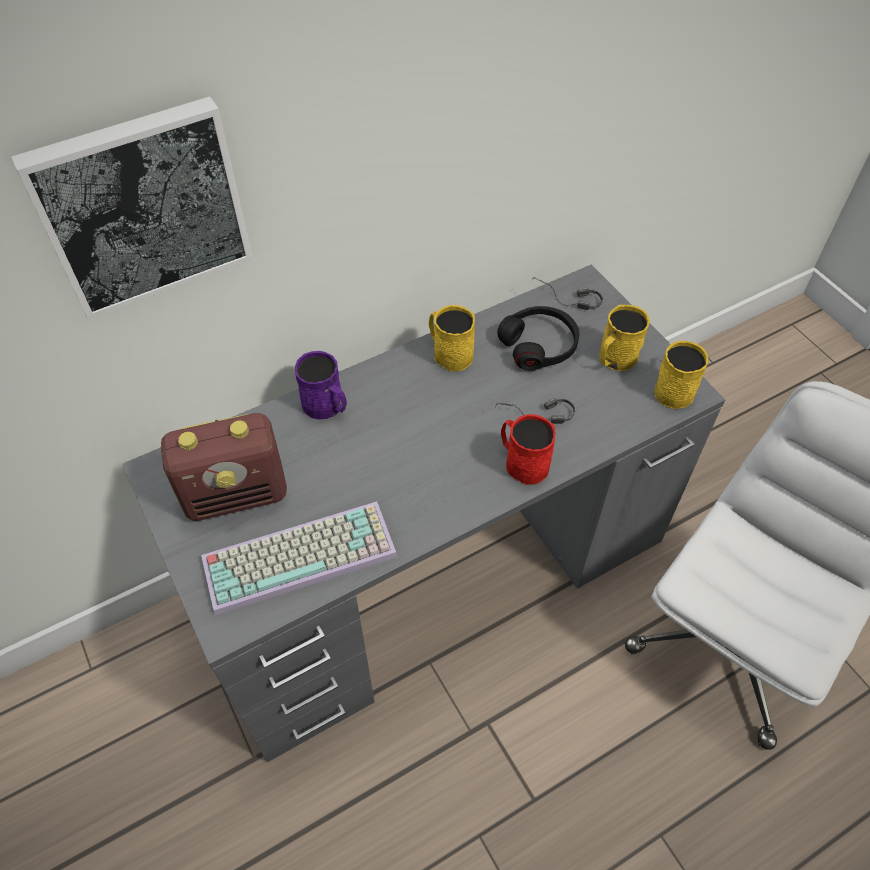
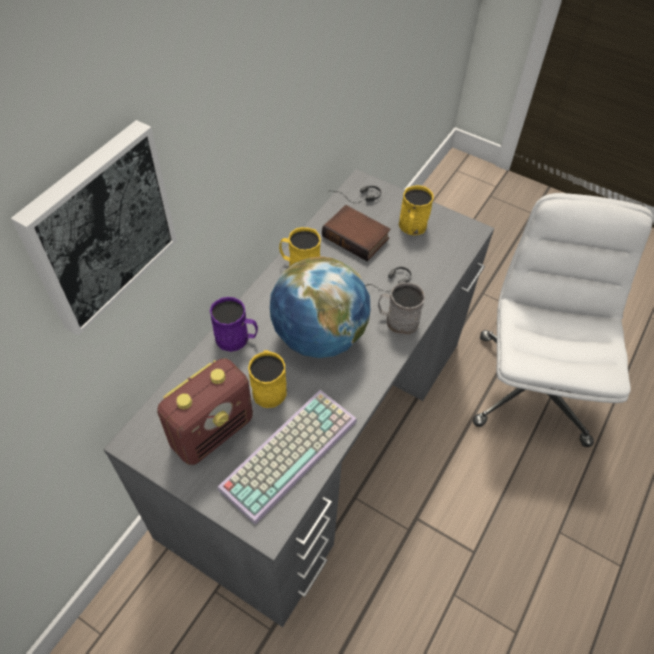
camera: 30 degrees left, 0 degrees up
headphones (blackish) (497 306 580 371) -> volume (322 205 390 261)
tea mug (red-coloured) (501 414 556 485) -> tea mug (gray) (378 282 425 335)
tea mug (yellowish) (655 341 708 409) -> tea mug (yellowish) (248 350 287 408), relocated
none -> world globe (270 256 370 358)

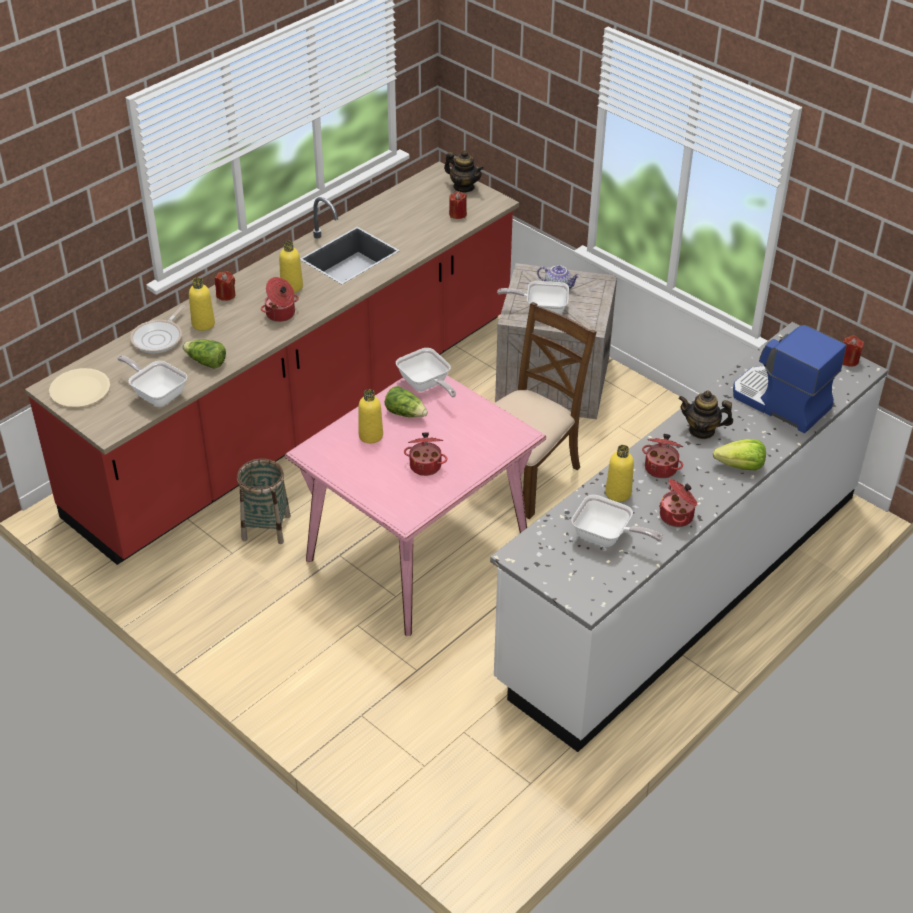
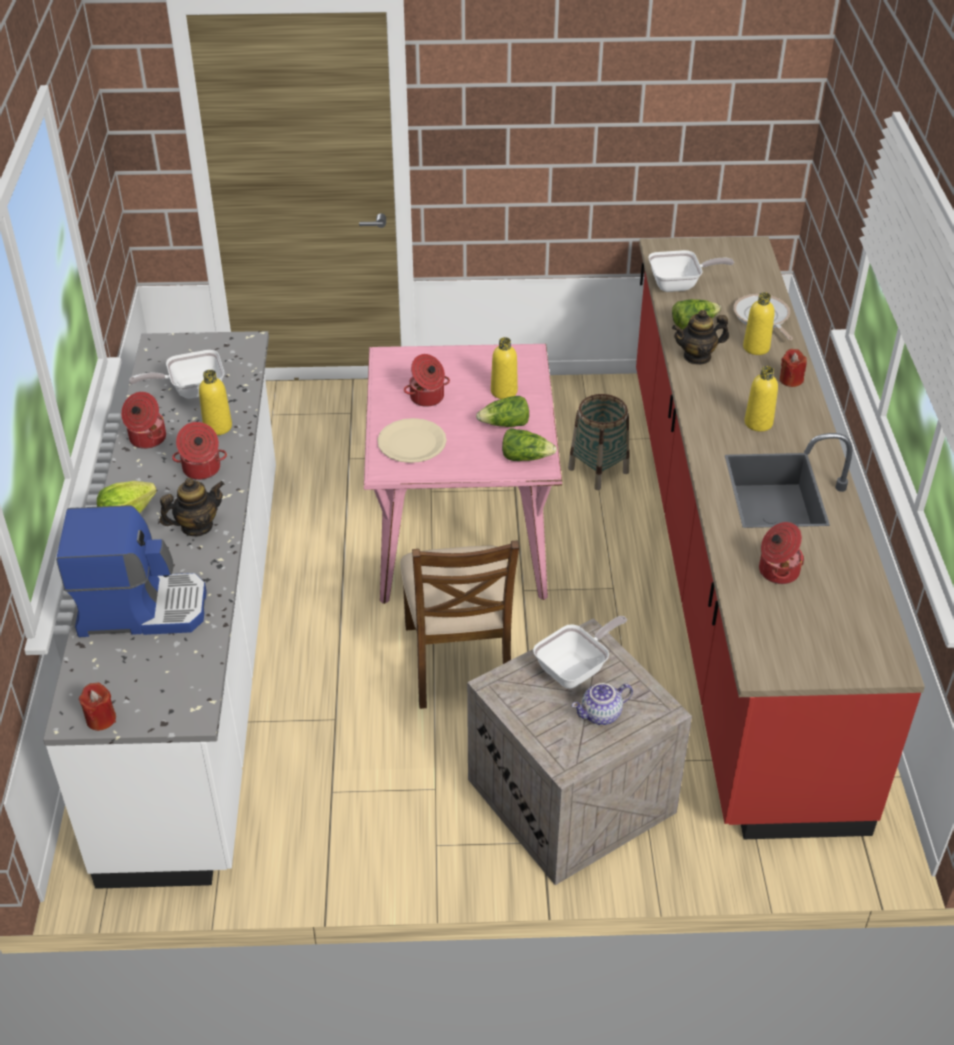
camera: 135 degrees right, 0 degrees up
dinner plate (beige-coloured) (49 368 110 407) -> dinner plate (beige-coloured) (377 418 447 463), relocated
stockpot (261 277 299 322) -> stockpot (759 522 804 584), relocated
frying pan (396 348 456 397) -> lettuce head (502 428 557 461)
tea pot (444 150 484 192) -> tea pot (672 310 729 365), relocated
wax light (red-coloured) (449 191 467 219) -> none

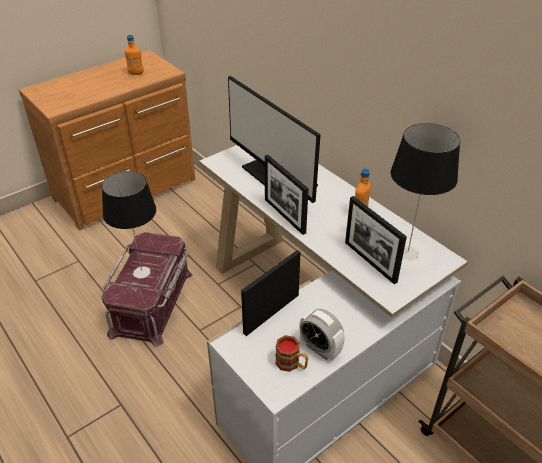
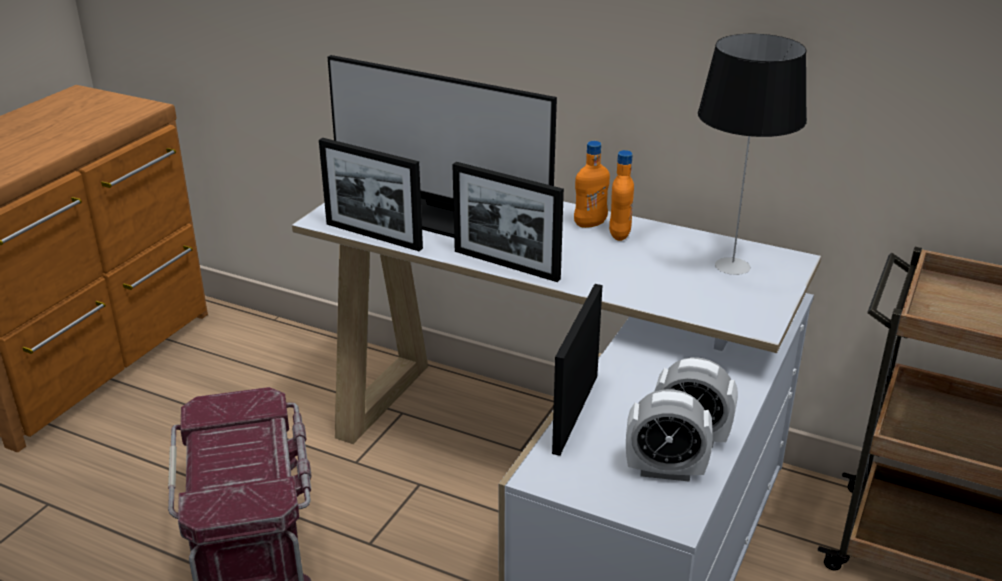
camera: 25 degrees left, 10 degrees down
tabletop lamp (102 171 156 279) -> none
bottle (orangey) (124 35 144 75) -> bottle (orangey) (574 141 610 228), relocated
tea mug (275 335 308 372) -> table clock (626 389 713 482)
picture frame (345 196 407 284) -> picture frame (319 138 423 251), relocated

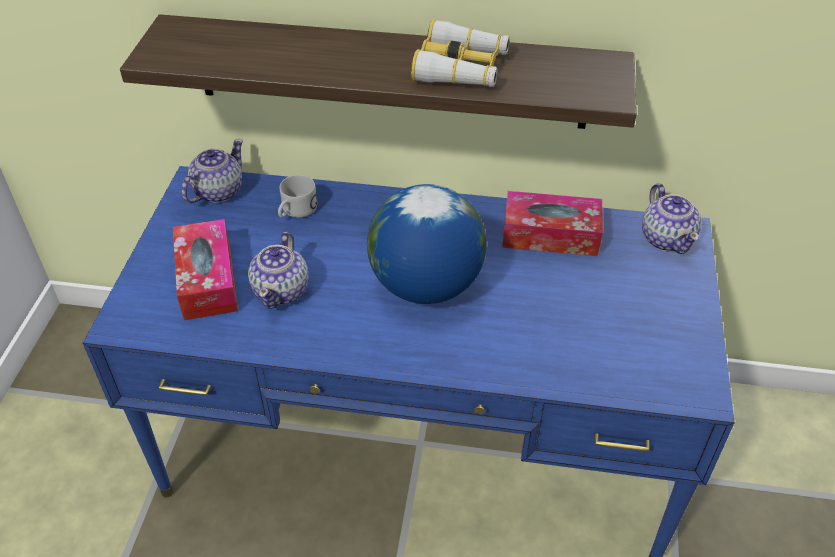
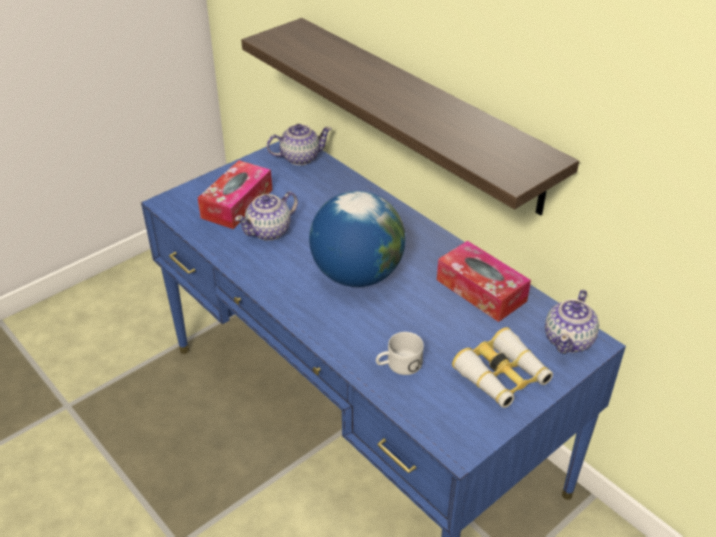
camera: 40 degrees right, 5 degrees down
tea mug (white-coloured) (278 175 317 218) -> tea mug (white-coloured) (376 332 424 375), relocated
field glasses (411 19 510 87) -> field glasses (452 327 553 408), relocated

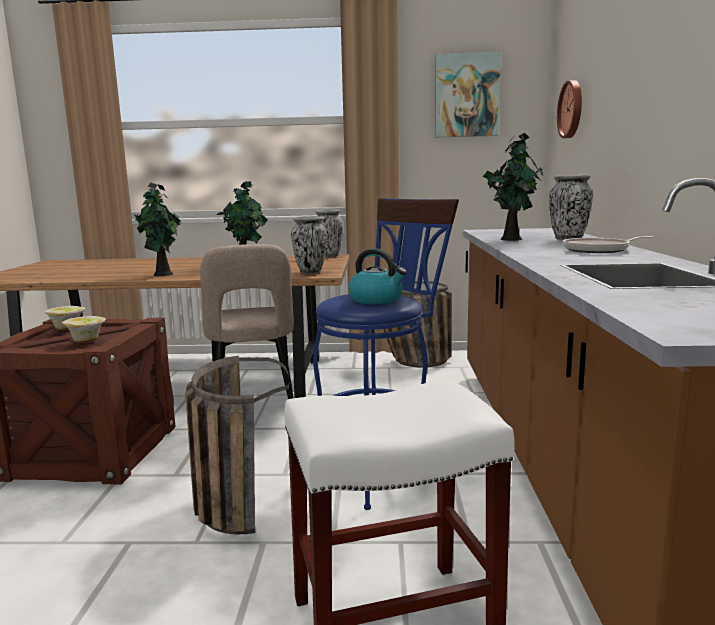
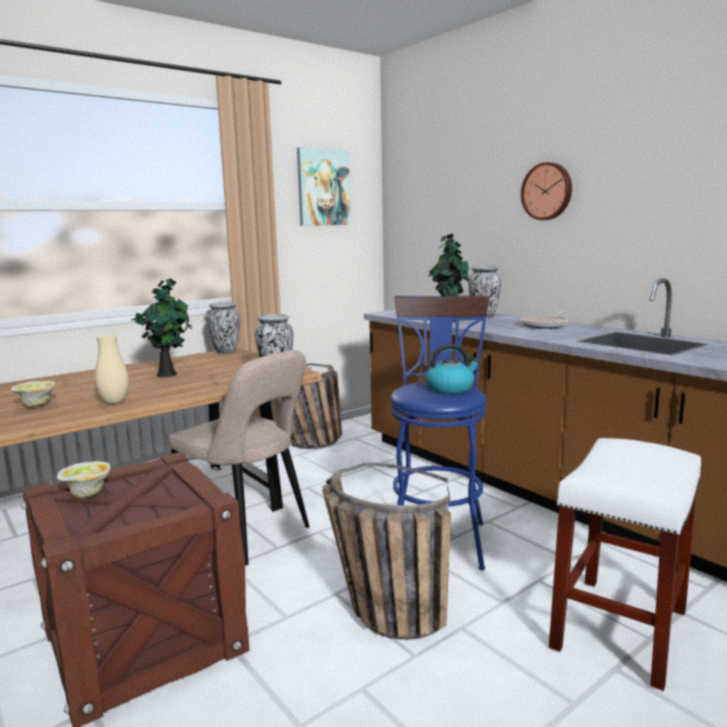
camera: 40 degrees left, 0 degrees up
bowl (62 316 106 343) -> bowl (11 381 56 408), relocated
houseplant (134 182 181 276) -> flower vase (beige-coloured) (95 334 129 404)
clock on the wall (557 80 582 138) -> clock on the wall (521 162 572 220), relocated

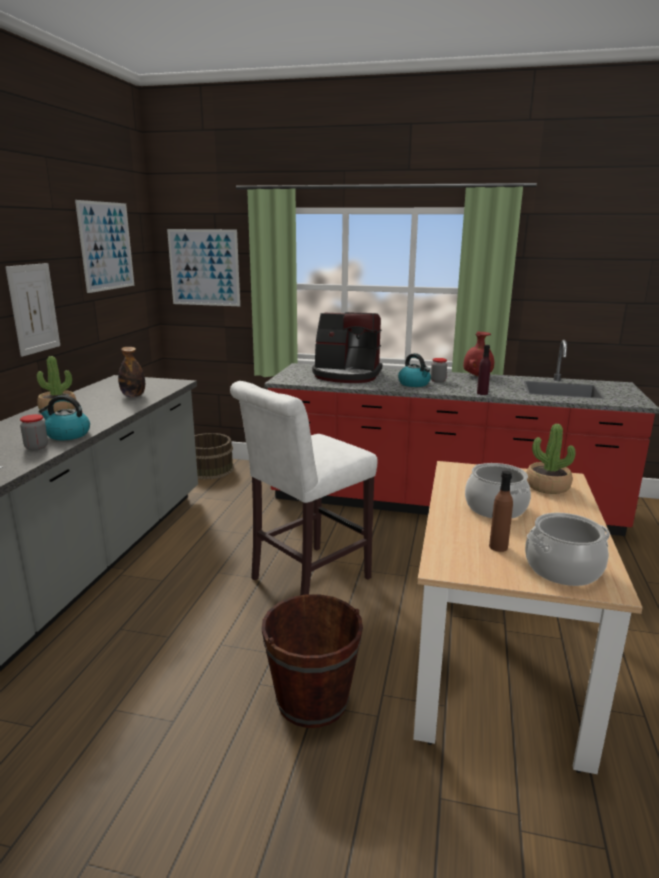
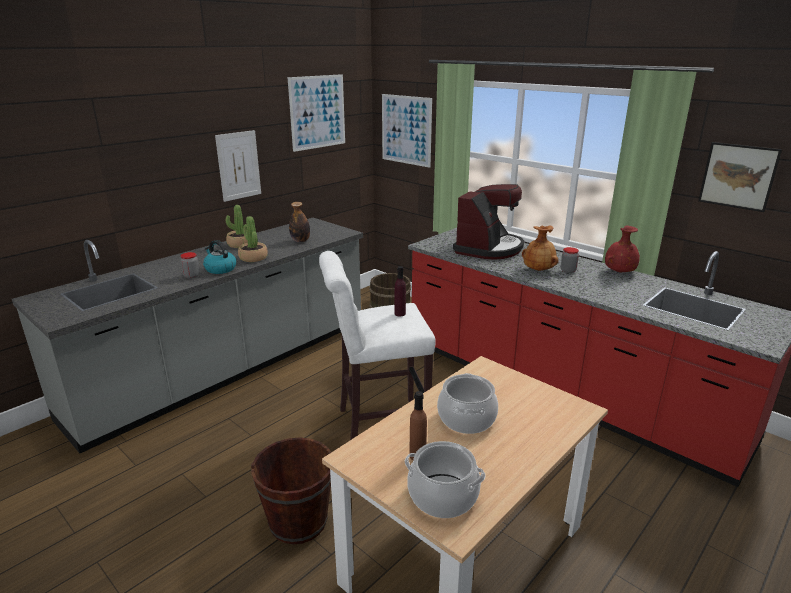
camera: 30 degrees right, 5 degrees up
coffee machine (312 312 383 383) -> coffee machine (453 184 524 260), 105 degrees counterclockwise
tea kettle (398 353 431 387) -> flower vase (brown-coloured) (522 226 559 271)
bottle (purple) (477 345 491 395) -> bottle (purple) (394 266 406 316), relocated
houseplant (526 424 575 494) -> houseplant (238 216 268 262), relocated
none -> wall picture (698 142 782 212)

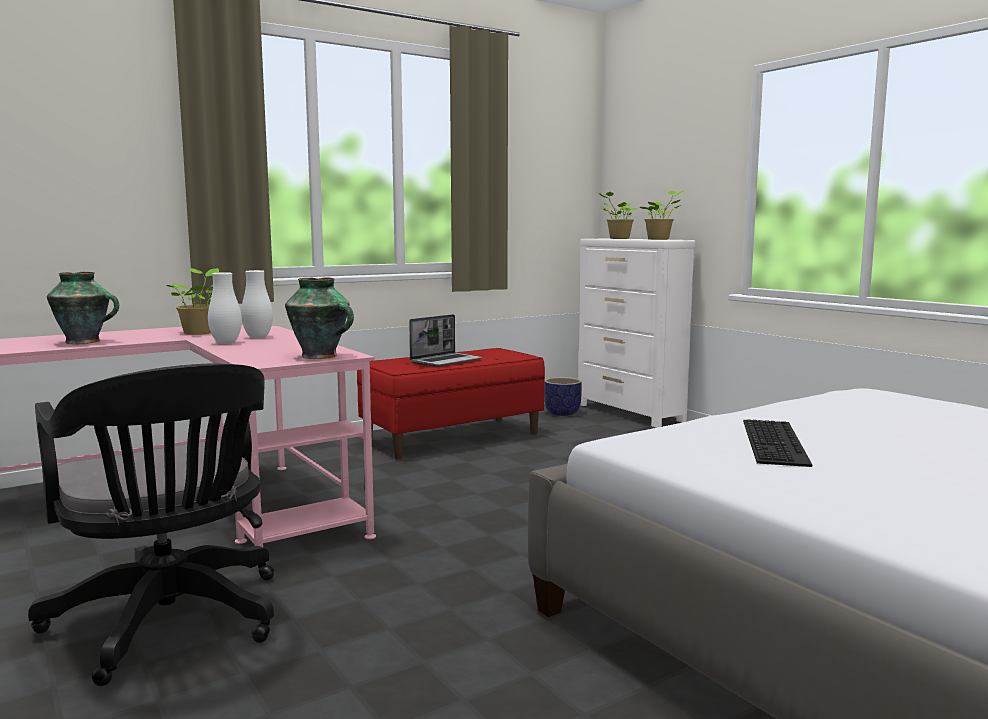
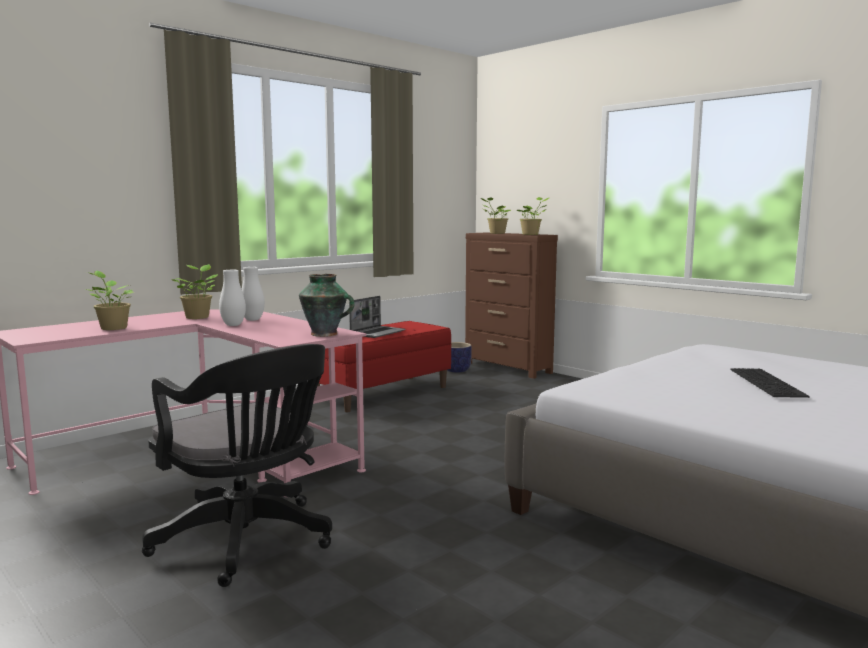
camera: 10 degrees left, 0 degrees up
flower vase (47 272 119 344) -> houseplant (85 271 134 330)
dresser (white-coloured) (578 238 695 428) -> dresser (brown-coloured) (465 233 558 379)
PC keyboard (743 419 812 467) -> PC keyboard (731 368 809 398), relocated

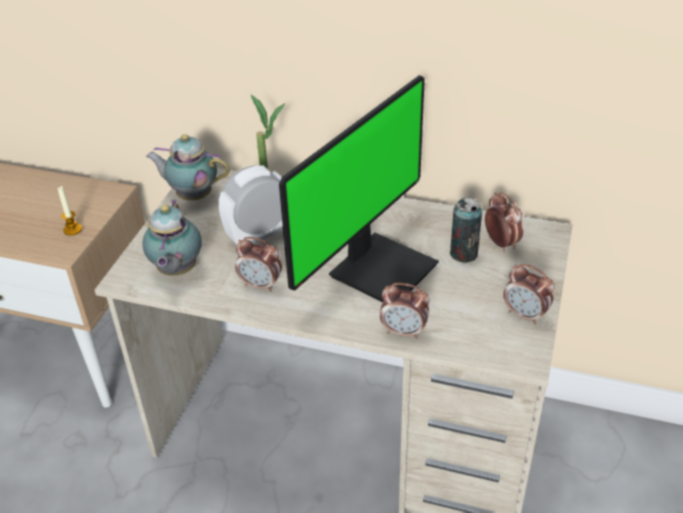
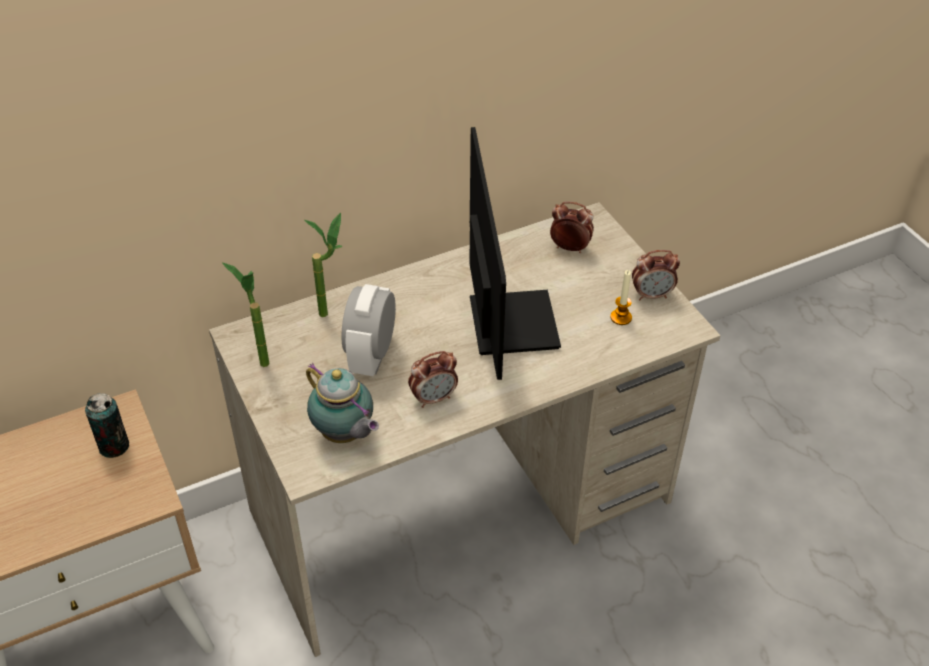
camera: 45 degrees left, 5 degrees up
wax light (58 186 82 236) -> wax light (610 270 632 325), relocated
tea pot (146 134 230 200) -> houseplant (222 262 270 367)
table clock (380 283 430 339) -> none
metal can (450 198 482 263) -> metal can (85 393 129 458), relocated

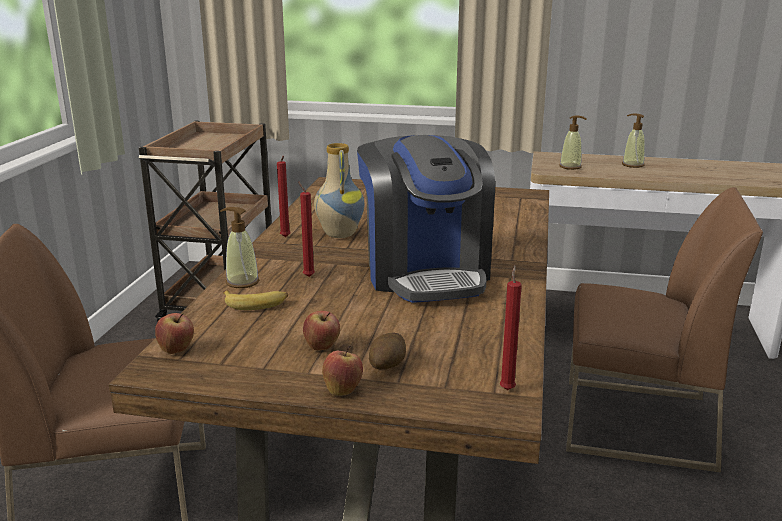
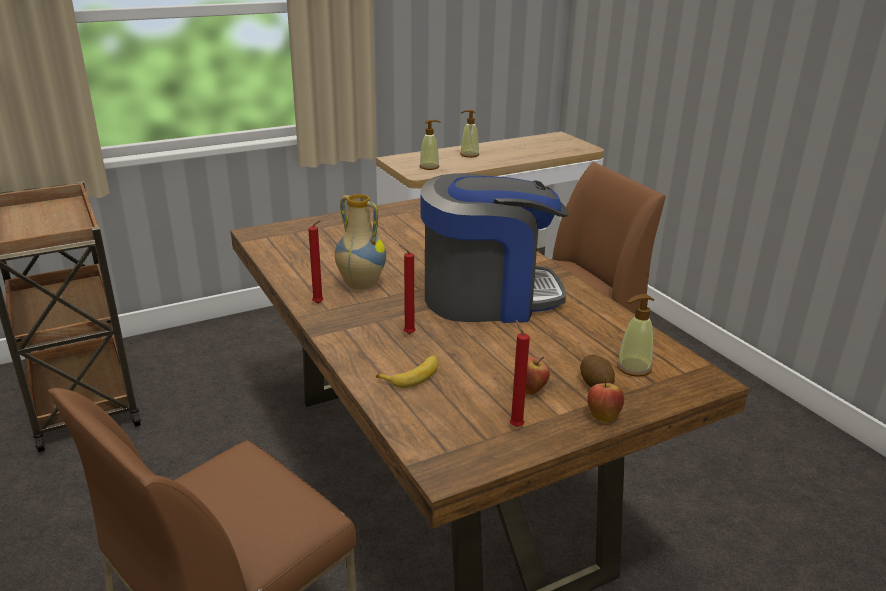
camera: 40 degrees left, 5 degrees up
apple (155 313 194 354) -> none
liquid soap bottle (220 207 259 288) -> liquid soap bottle (617 294 654 377), relocated
coffee machine (357 135 495 303) -> coffee machine (420 173 569 323), 45 degrees counterclockwise
wax light (red-coloured) (500 265 522 390) -> wax light (red-coloured) (510 320 530 427), relocated

